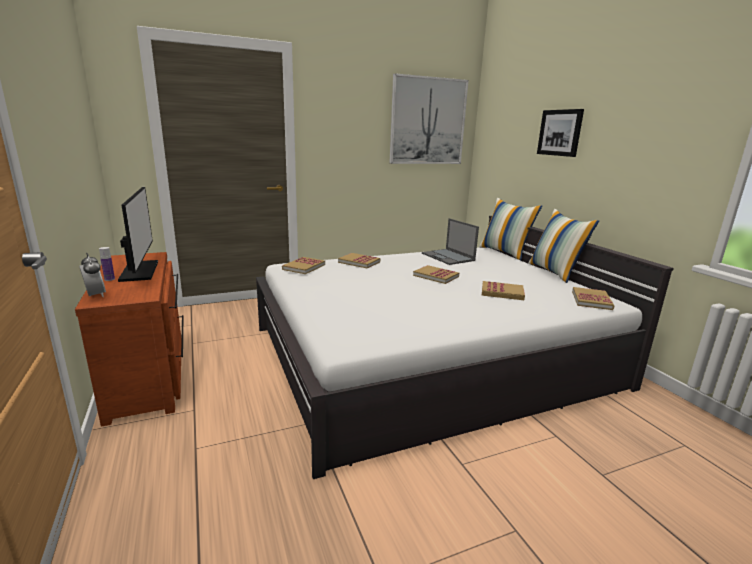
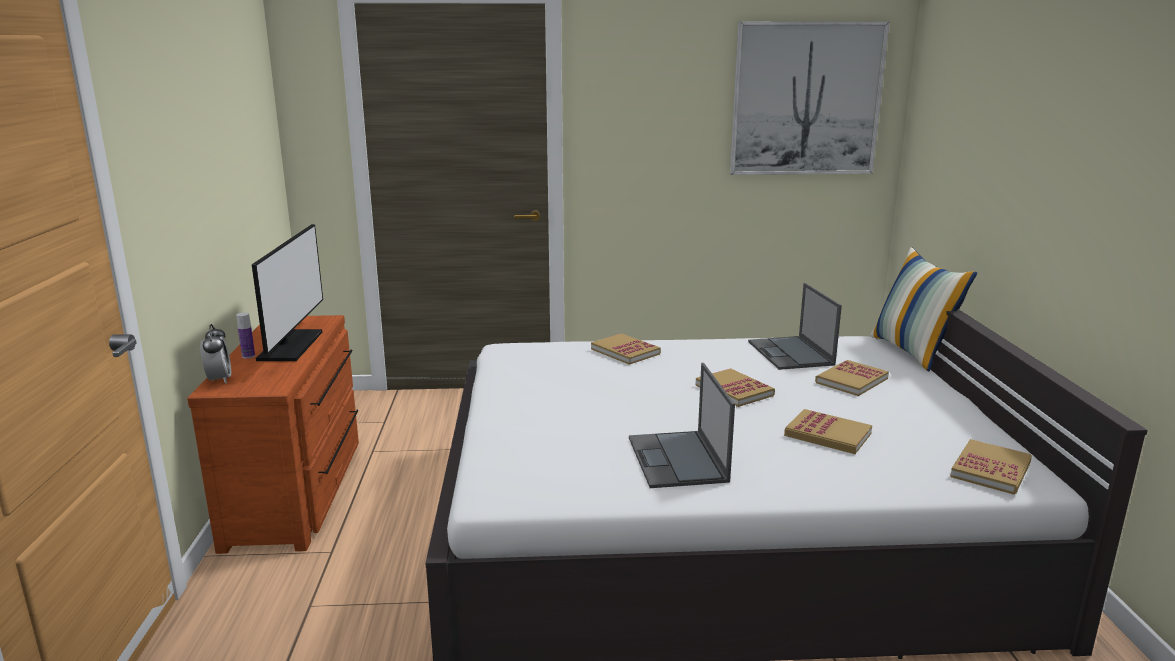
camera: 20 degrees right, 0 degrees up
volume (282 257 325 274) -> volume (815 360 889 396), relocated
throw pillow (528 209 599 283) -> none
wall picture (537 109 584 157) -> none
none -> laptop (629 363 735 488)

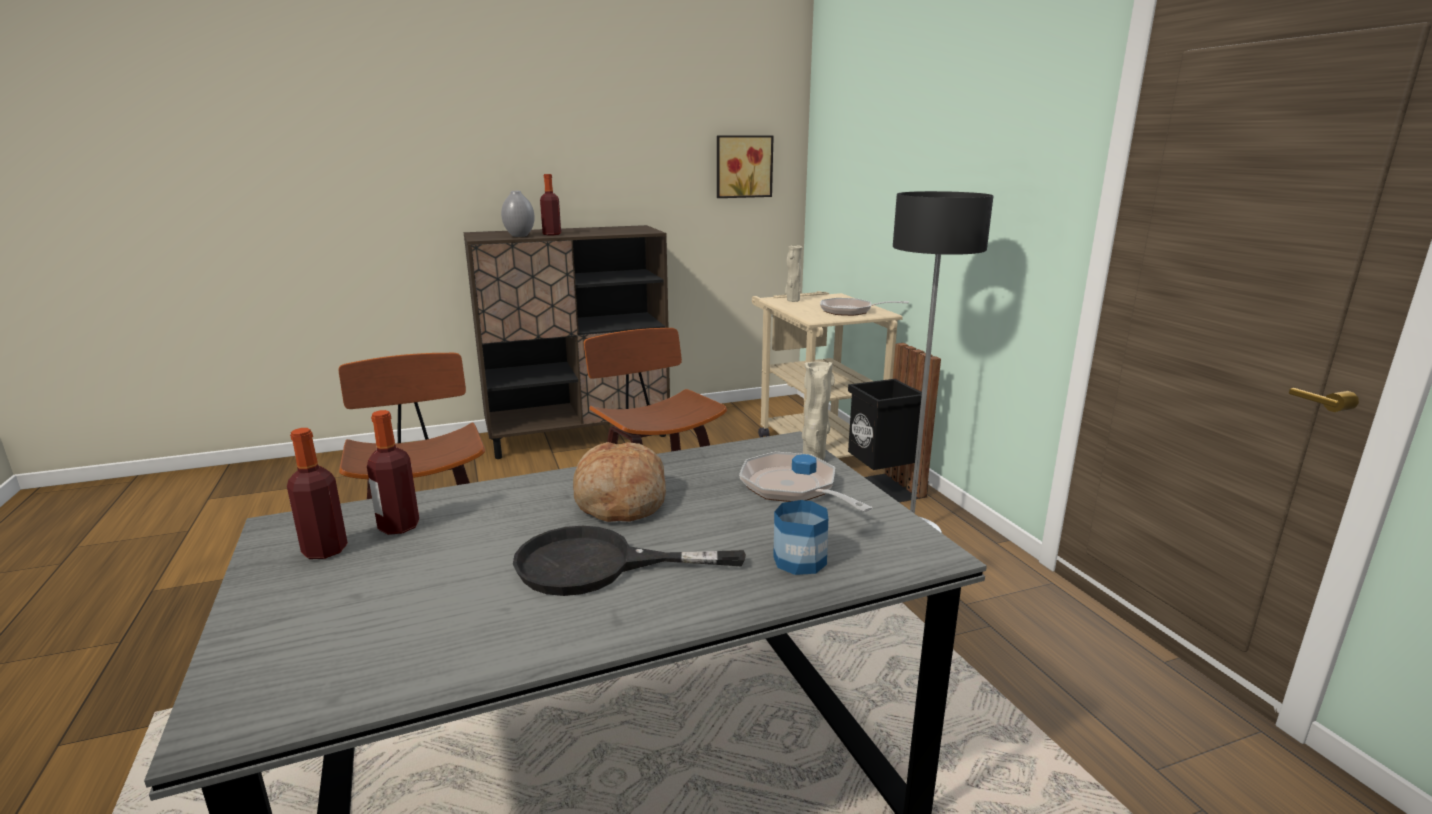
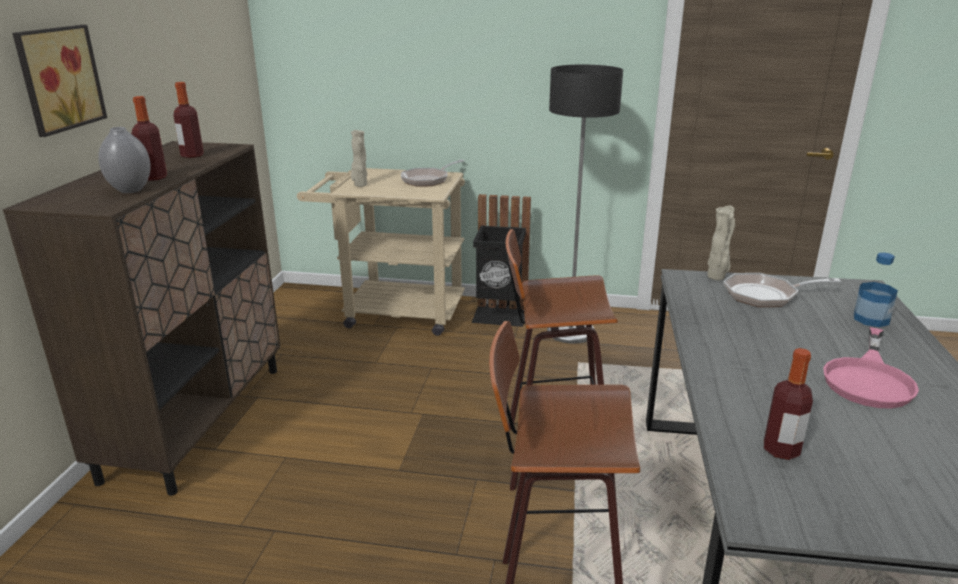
camera: 60 degrees left, 5 degrees up
bottle (287 428 348 559) -> bottle (173 82 203 158), relocated
frying pan (blackish) (513 526 746 596) -> frying pan (pink-coloured) (823 327 919 409)
bread (573 442 666 522) -> none
wall picture (717 135 774 198) -> wall picture (12 25 107 137), relocated

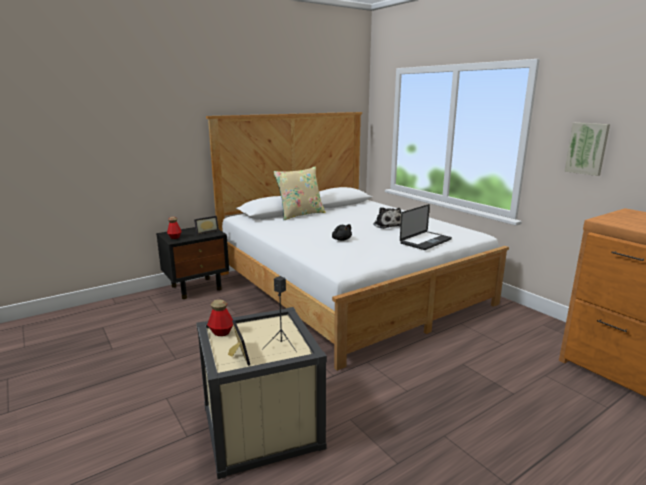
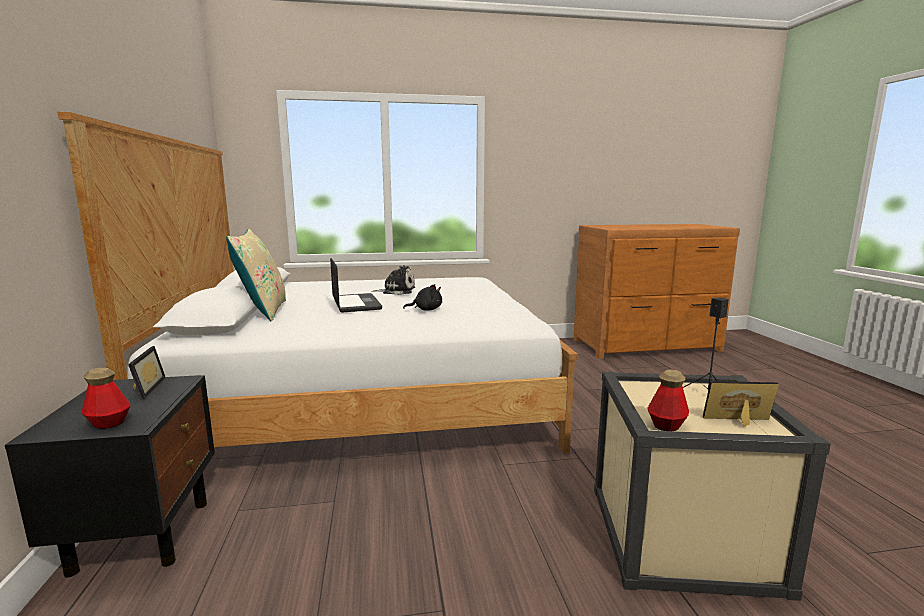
camera: 65 degrees left, 5 degrees down
laptop (400 204 452 250) -> laptop (330 258 382 313), relocated
wall picture (564 123 610 176) -> none

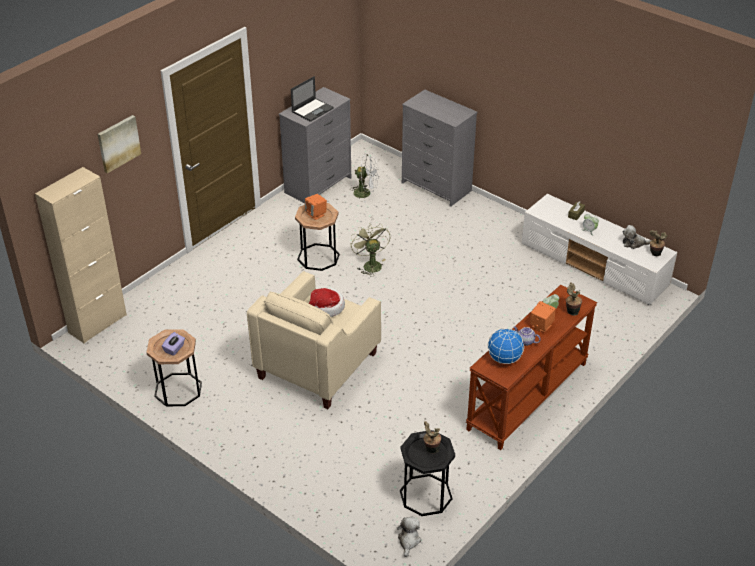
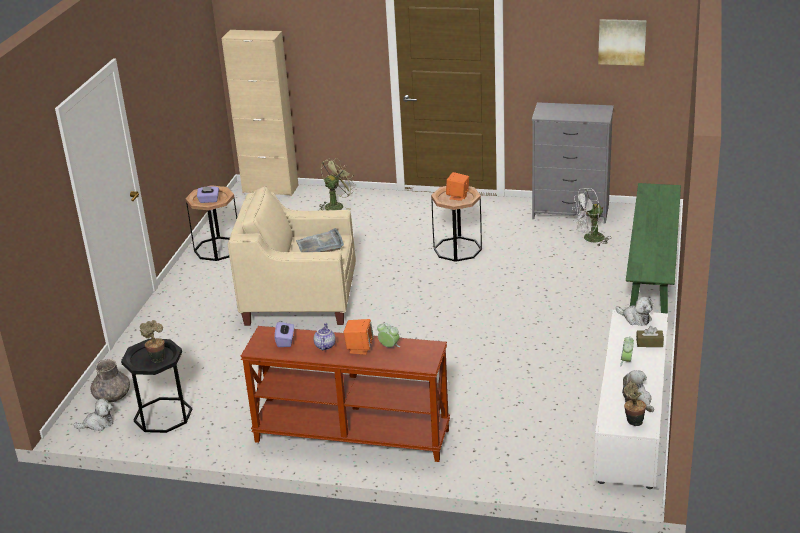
camera: 65 degrees right, 10 degrees down
wall picture (98 115 141 173) -> wall picture (598 19 647 66), relocated
laptop (291 76 334 122) -> none
wearable hat (309 288 345 317) -> tray (gray) (296 228 344 252)
electric fan (white-coloured) (350 153 379 203) -> electric fan (white-coloured) (572 188 612 246), 90 degrees clockwise
electric fan (green-coloured) (350 223 390 277) -> electric fan (green-coloured) (319 158 356 210), relocated
dresser (gray) (402 89 478 207) -> long seat (green-coloured) (626 183 681 313)
world globe (488 328 524 364) -> tissue box (purple) (274 322 294 347)
houseplant (566 282 582 316) -> none
none -> flower vase (gray) (90 359 130 403)
none -> soft toy (616 297 653 326)

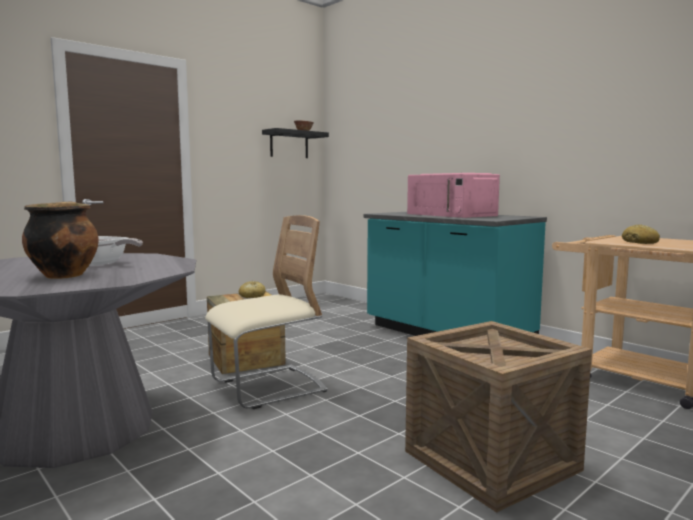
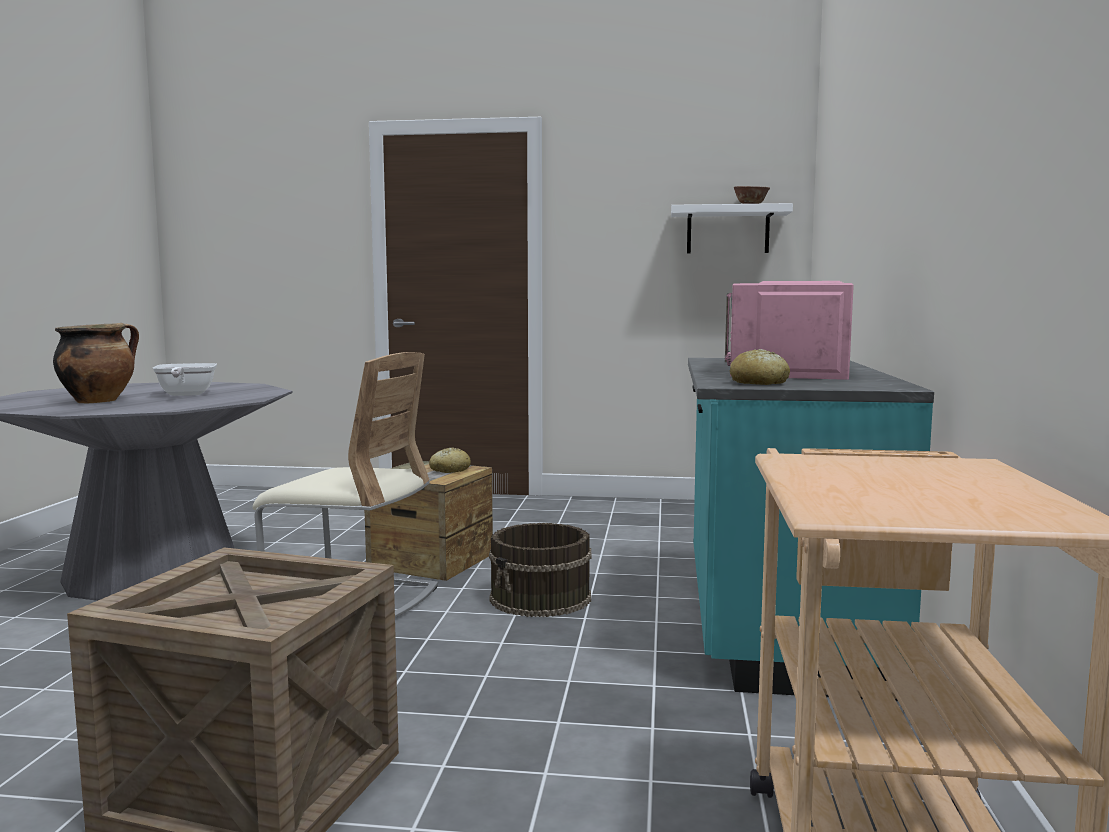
camera: 50 degrees right, 0 degrees up
bracket shelf (blackish) (262 128 329 158) -> bracket shelf (white-coloured) (671 203 793 253)
bread (622 225 660 244) -> bread (730 349 790 385), relocated
none -> water bucket (brown-coloured) (489 523 591 617)

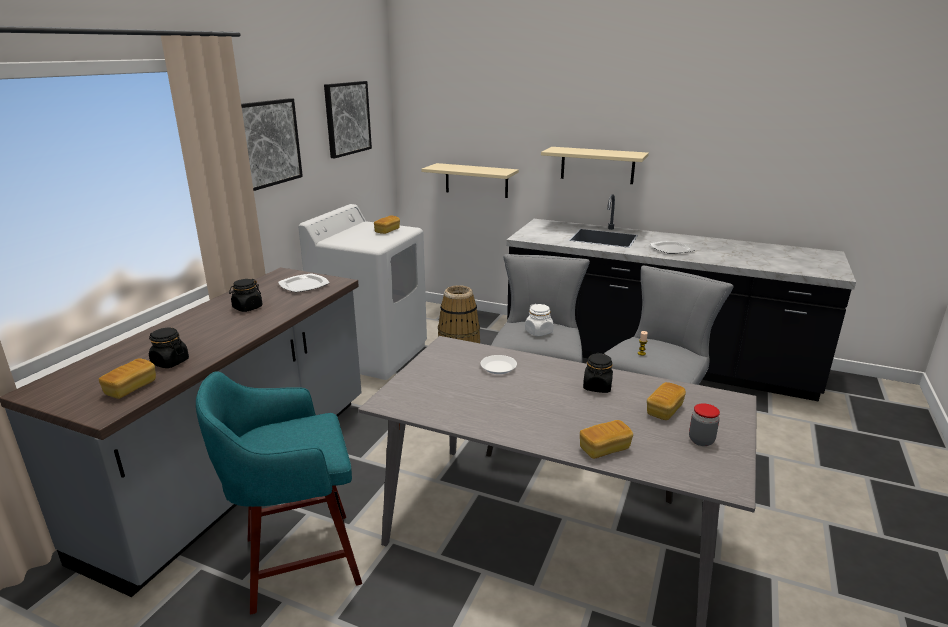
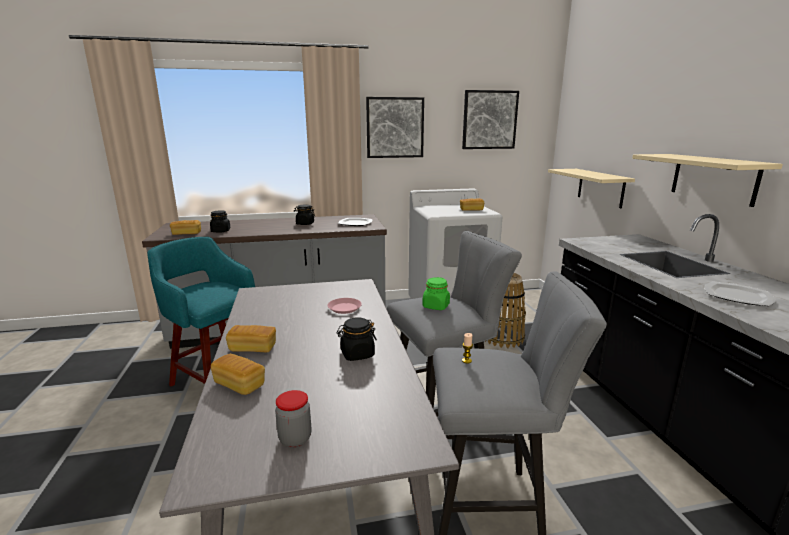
camera: 55 degrees right, 5 degrees down
dinner plate (white-coloured) (480 355 517 374) -> dinner plate (pink-coloured) (327 298 362 314)
storage jar (white-coloured) (525 304 553 336) -> storage jar (green-coloured) (422 277 450 310)
bread (647 382 686 420) -> bread (226 325 276 352), relocated

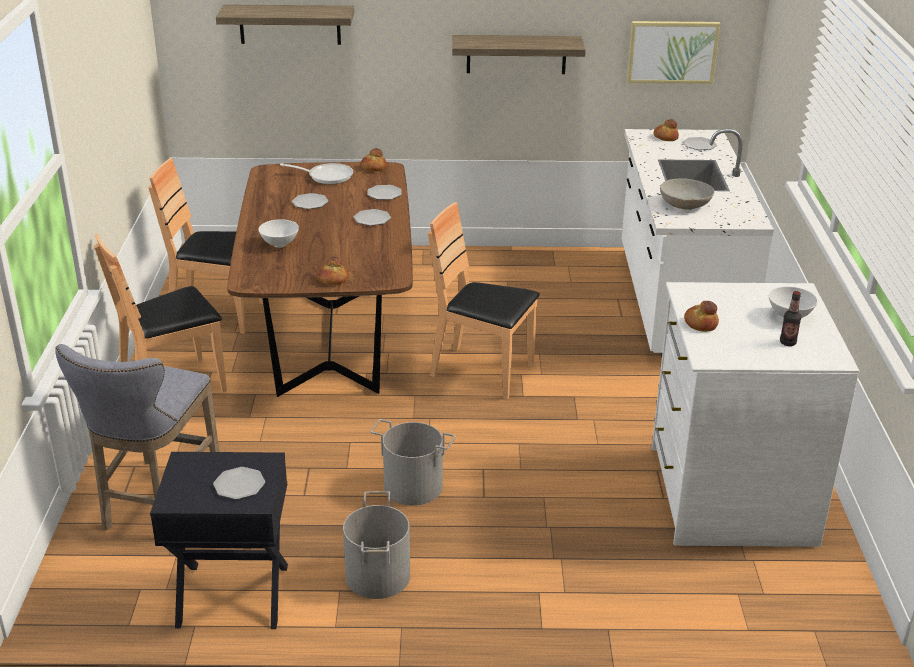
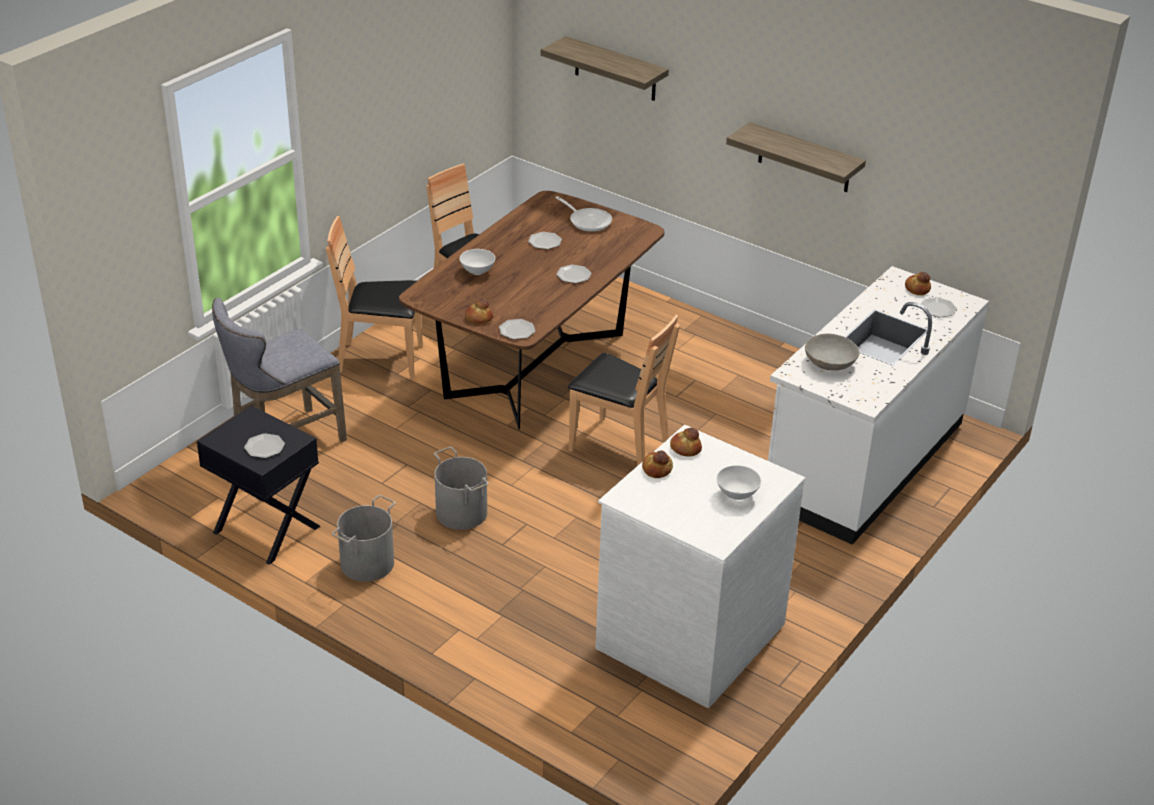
camera: 35 degrees right, 5 degrees up
bread (361 148 387 171) -> bread (670 428 702 457), relocated
dinner plate (367 185 402 200) -> dinner plate (499 319 535 339), relocated
upright chair (brown-coloured) (428 202 540 399) -> upright chair (brown-coloured) (568 314 680 466), 150 degrees clockwise
wall picture (627 21 720 84) -> none
bottle (780 291 801 346) -> none

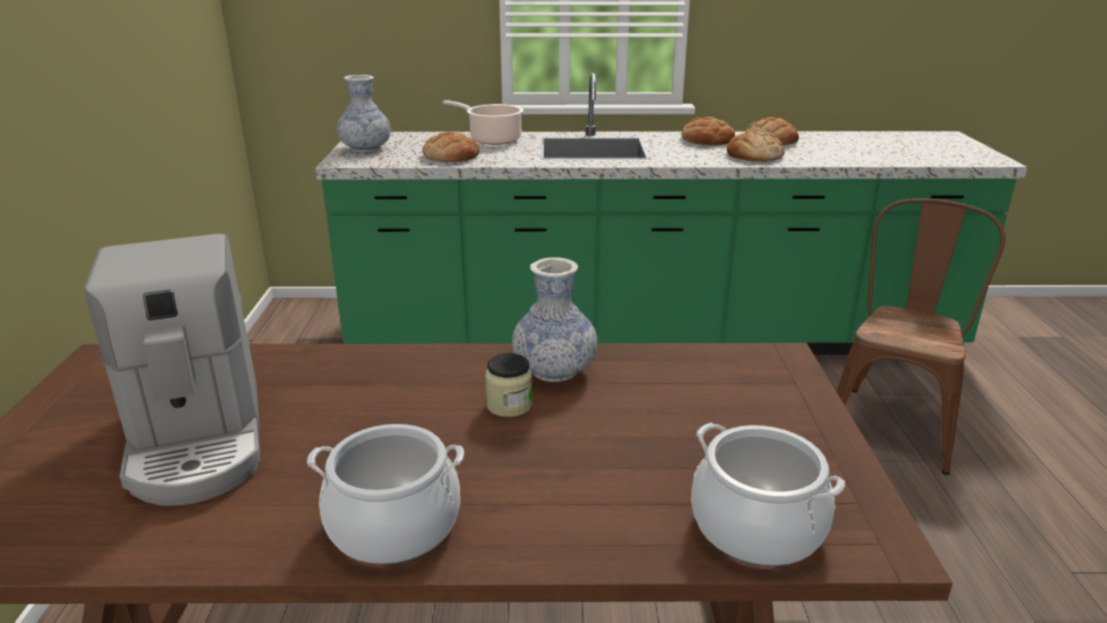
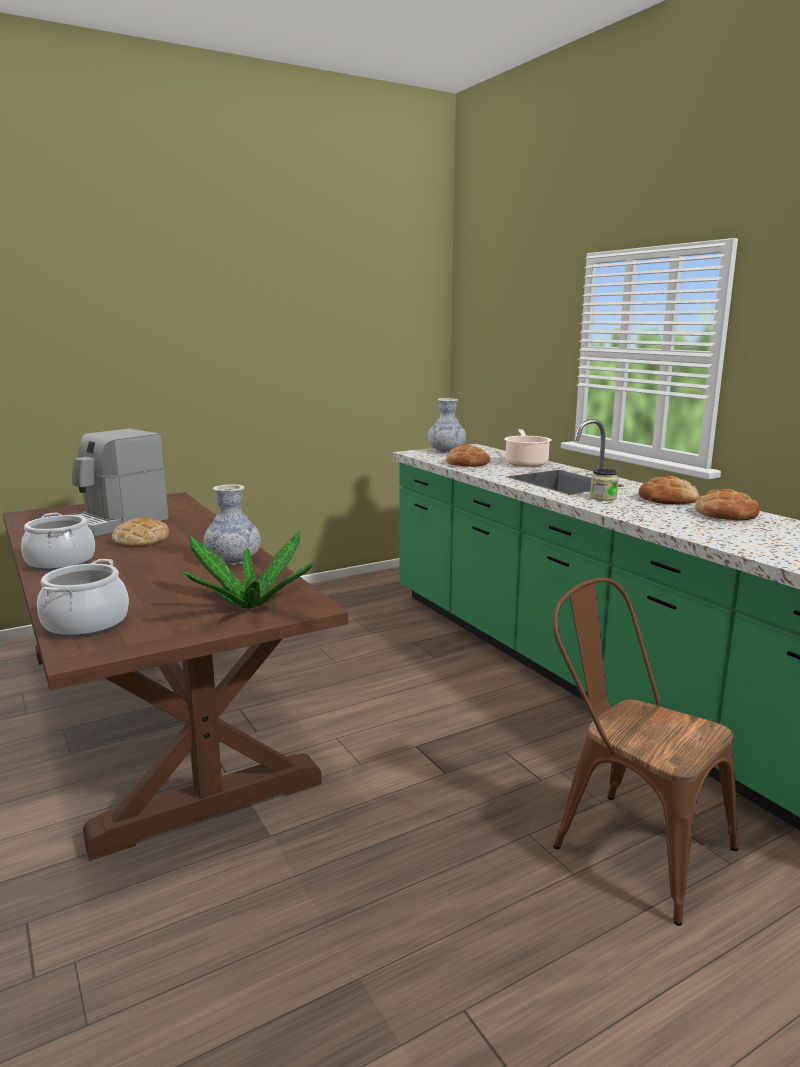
camera: 60 degrees right, 10 degrees down
storage jar (485 353 533 417) -> storage jar (590 468 619 501), relocated
bread (727 130 785 162) -> bread (112 517 169 546), relocated
upright chair (brown-coloured) (837 198 1005 475) -> upright chair (brown-coloured) (553 578 738 926), 135 degrees counterclockwise
none -> houseplant (180 531 315 609)

